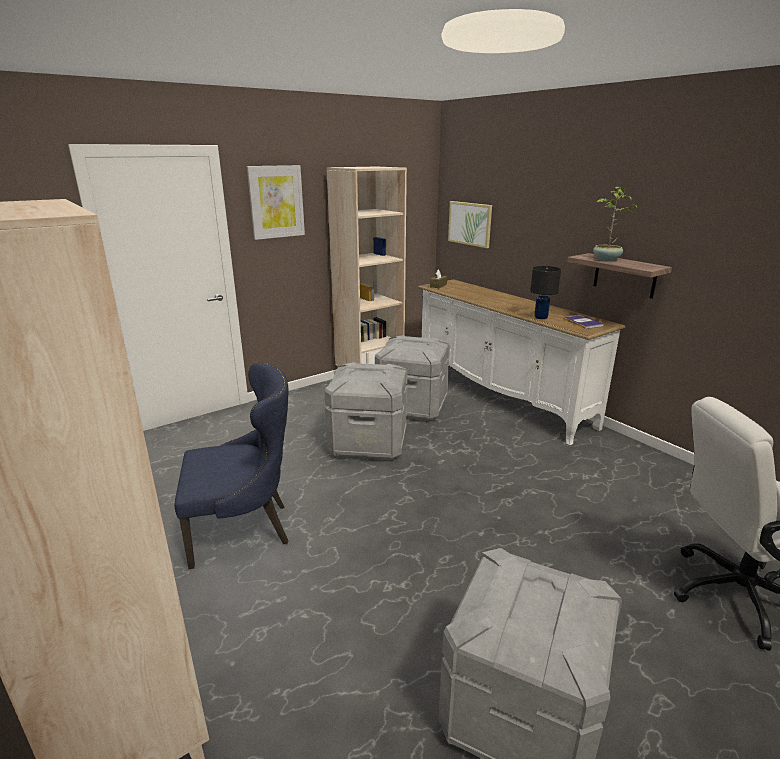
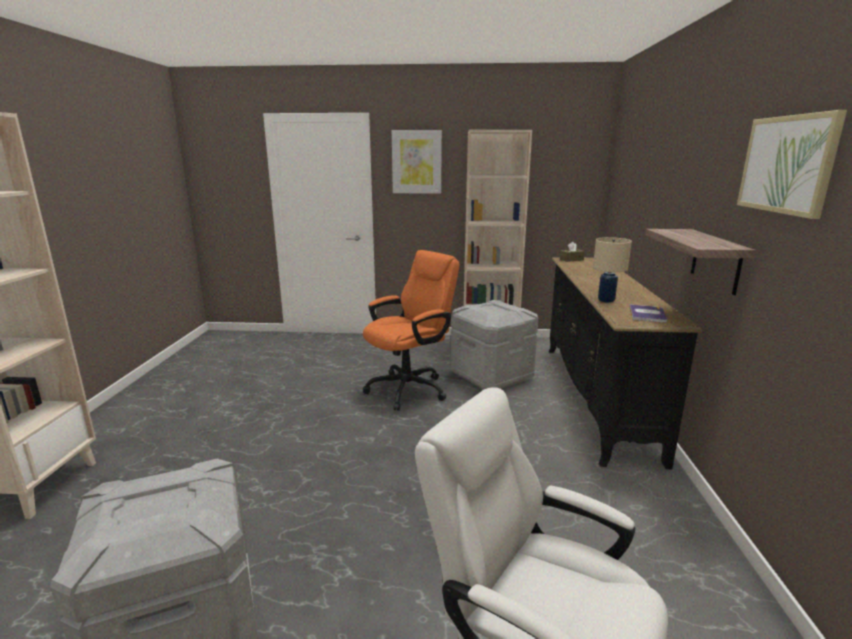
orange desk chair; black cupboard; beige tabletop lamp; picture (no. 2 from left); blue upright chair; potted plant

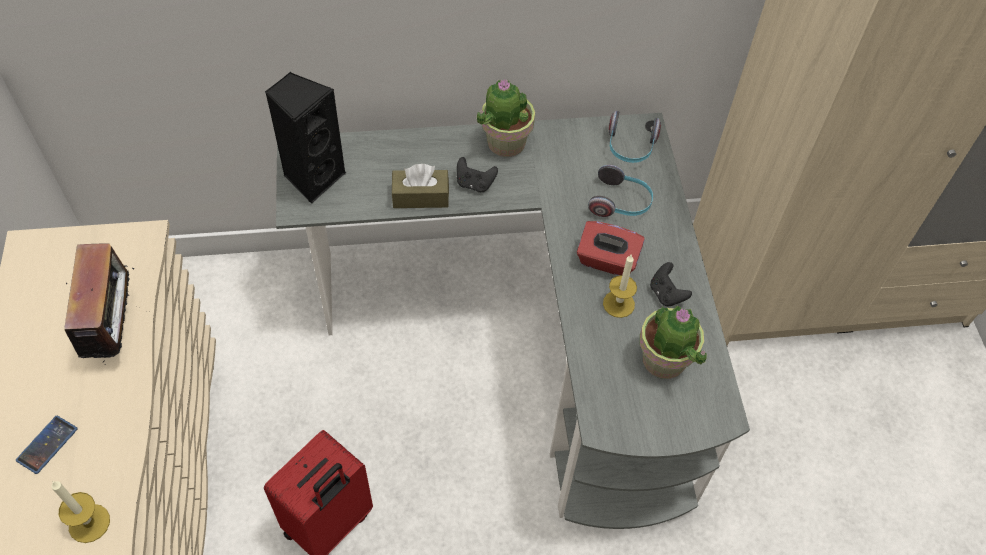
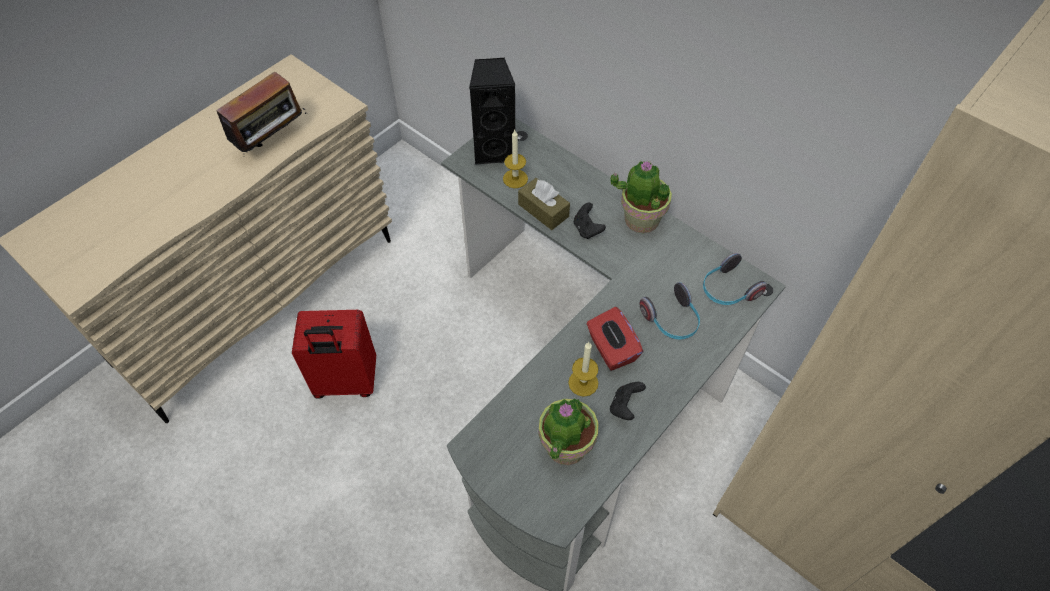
candle (no. 1 from left); handset

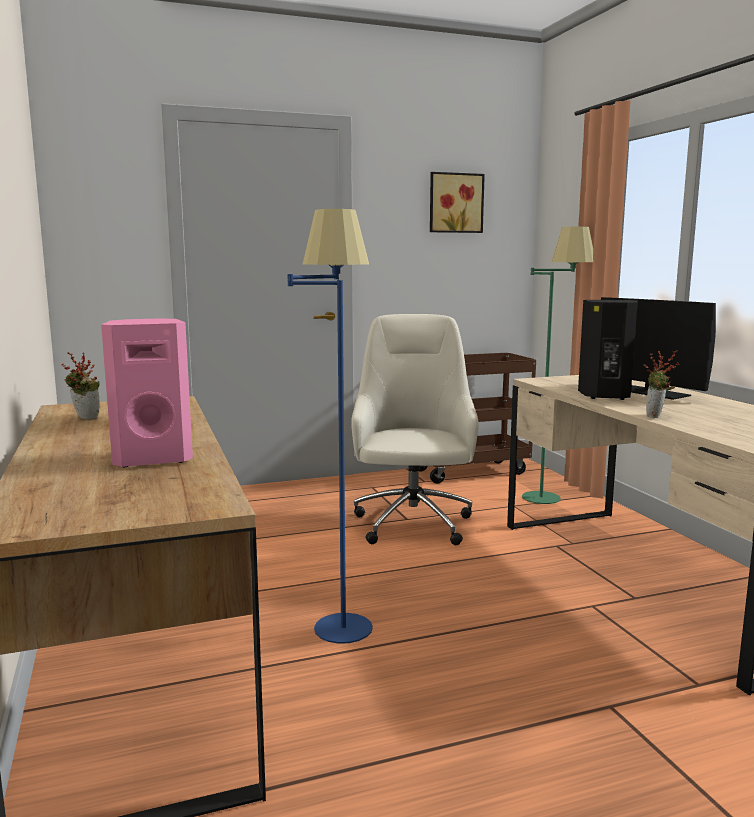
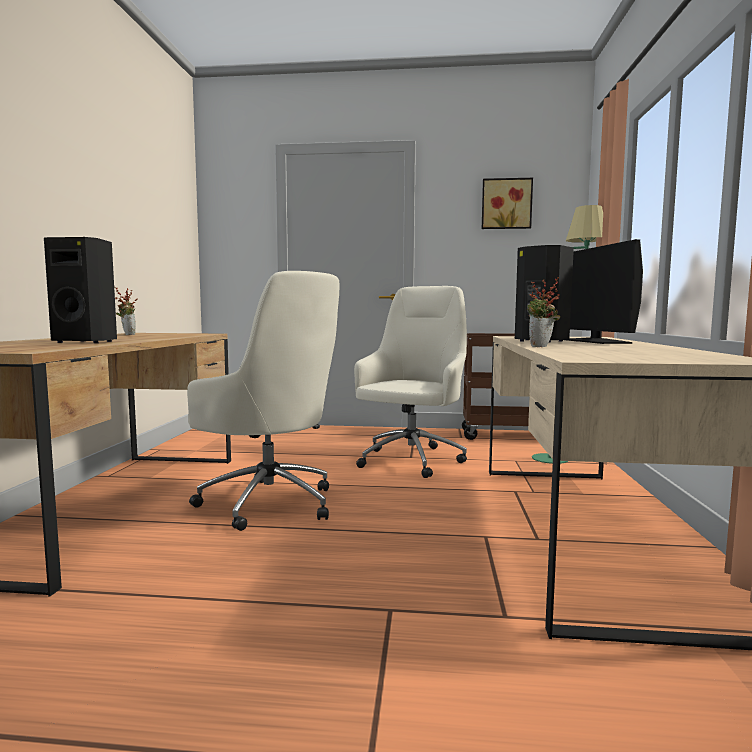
black speaker (no. 1 from left); beige desk chair (no. 1 from left)

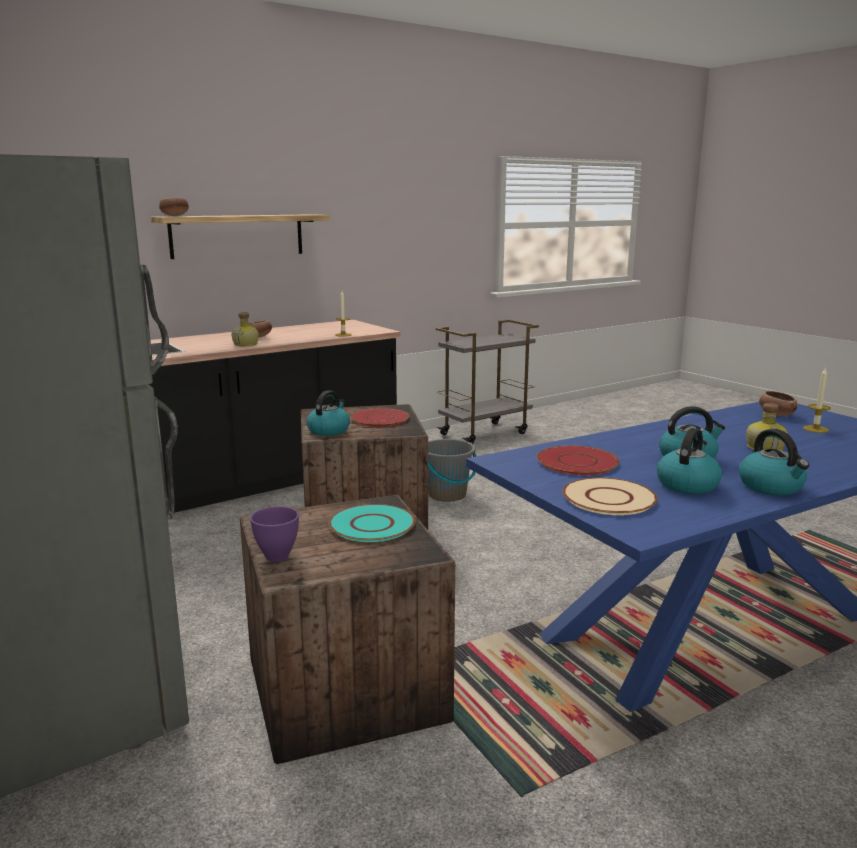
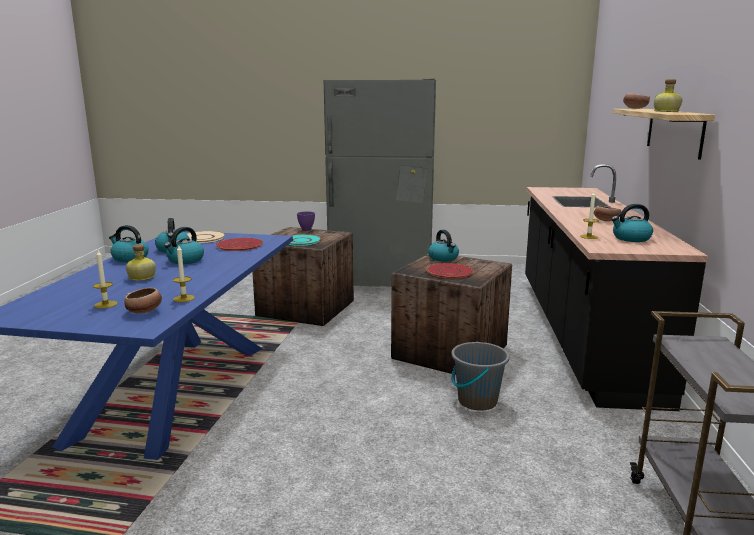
candle (no. 2 from left); tea kettle (no. 5 from left); drink bottle (no. 2 from left)

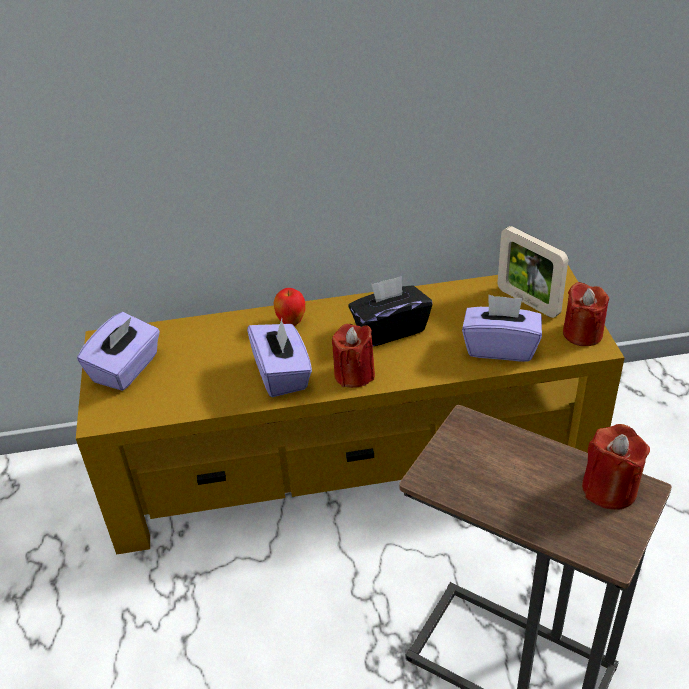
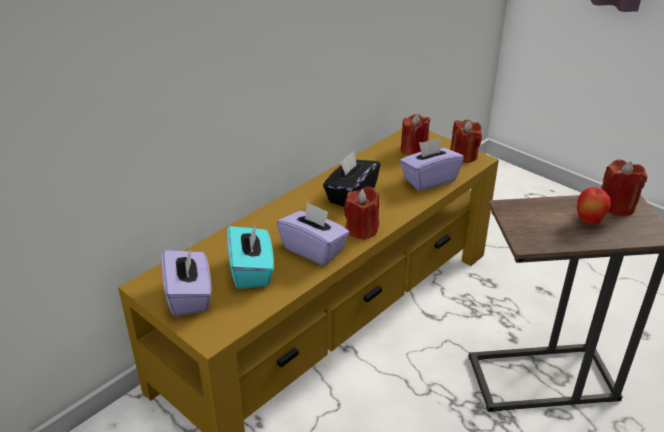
turquoise box of tissues; reddish candle (no. 2 from left); whole apple

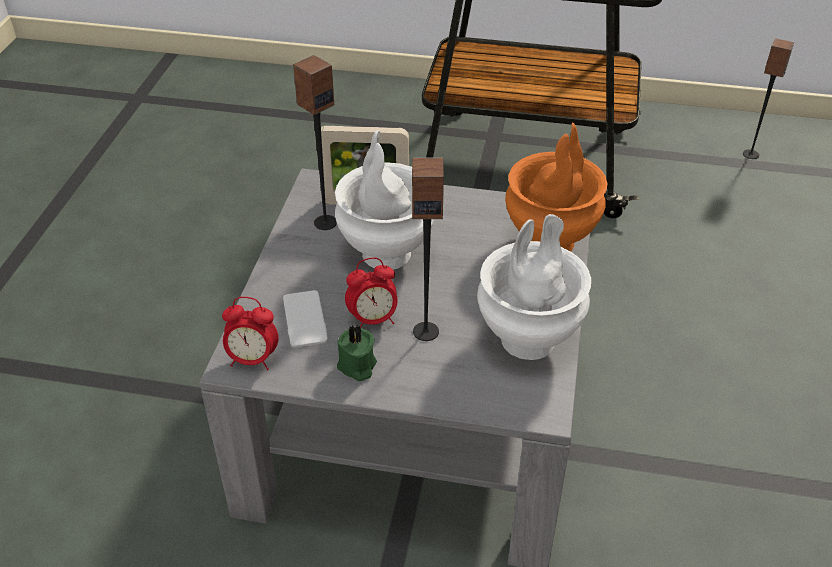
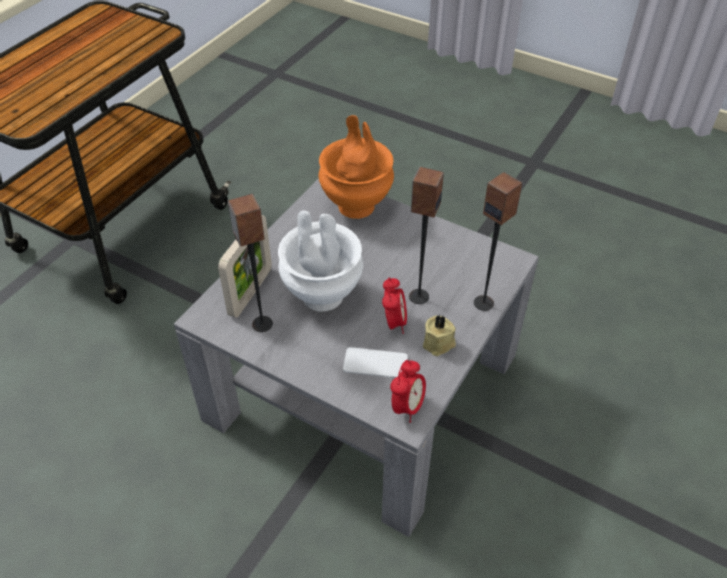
beige candle; speaker (no. 3 from left); white vase (no. 2 from left in the first image)

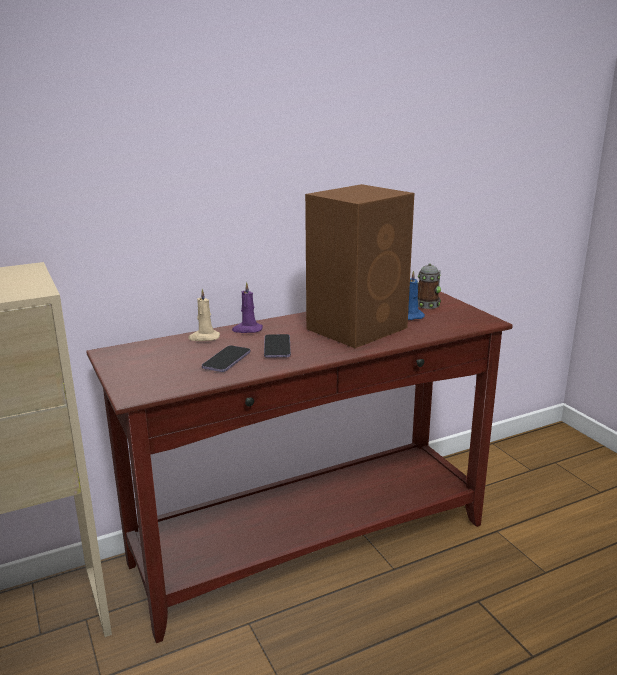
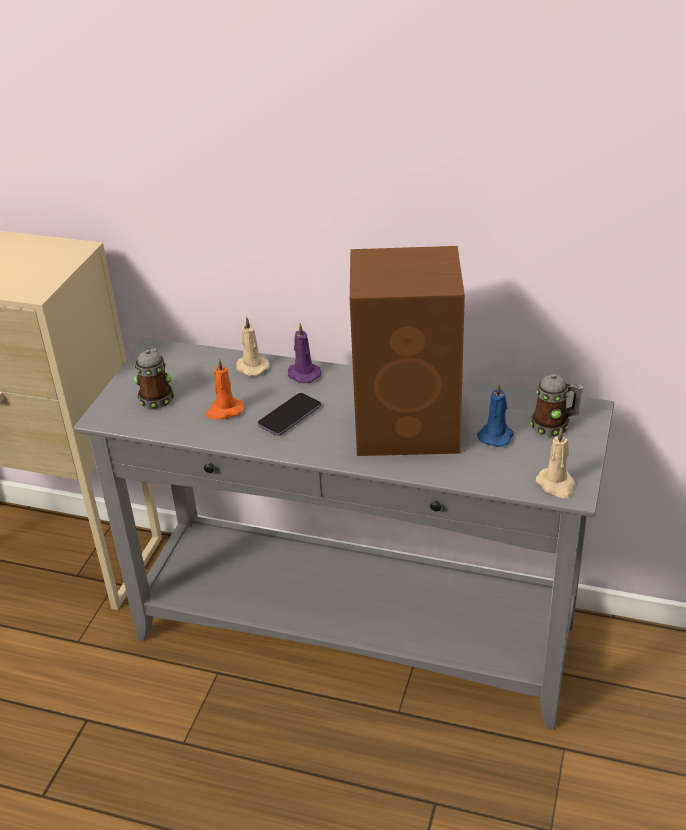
gray hall table; tea mug (no. 1 from left); orange candle; beige candle (no. 2 from left)

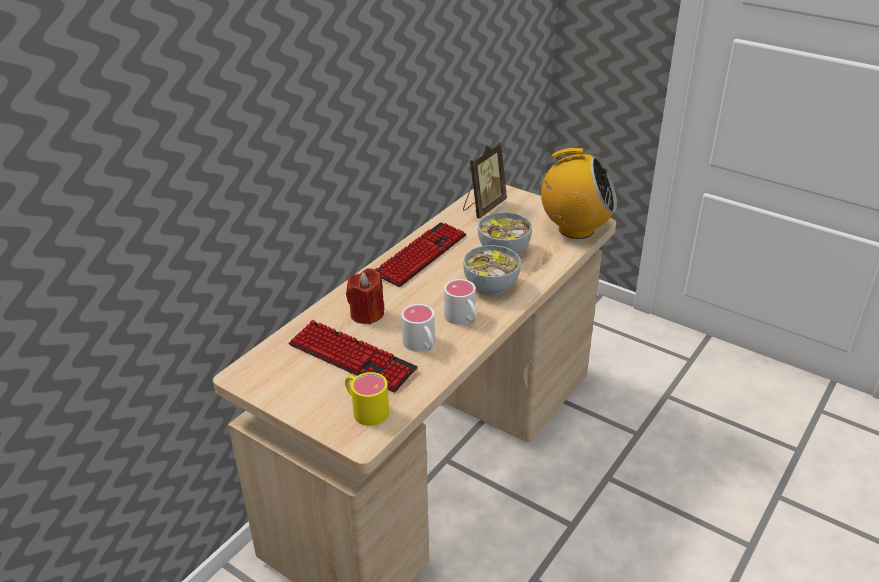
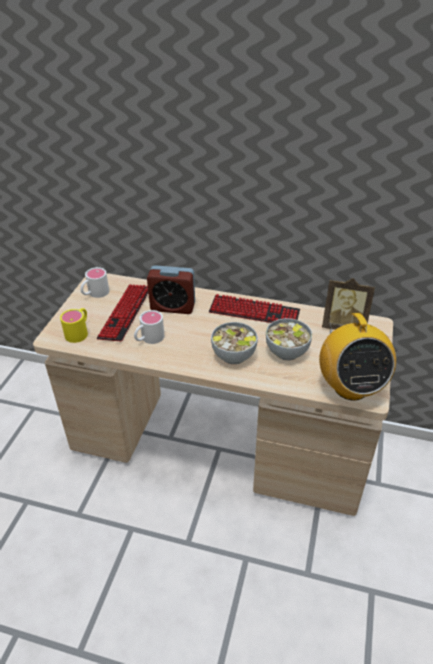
white tea mug (no. 1 from left); alarm clock

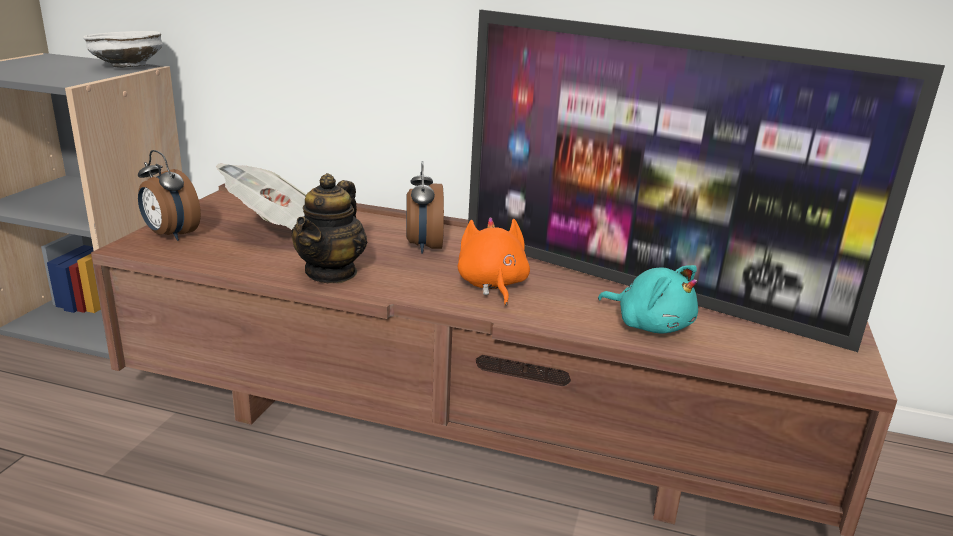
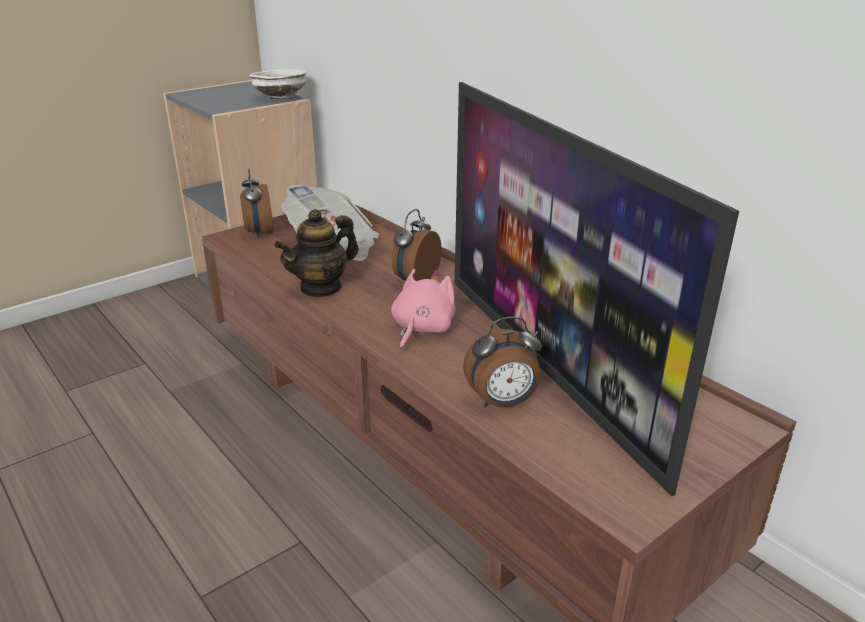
pink soft toy; alarm clock (no. 3 from left)

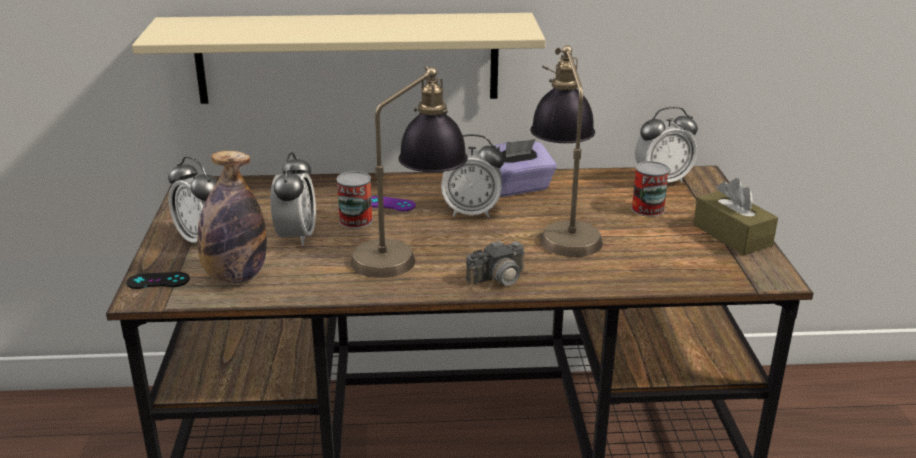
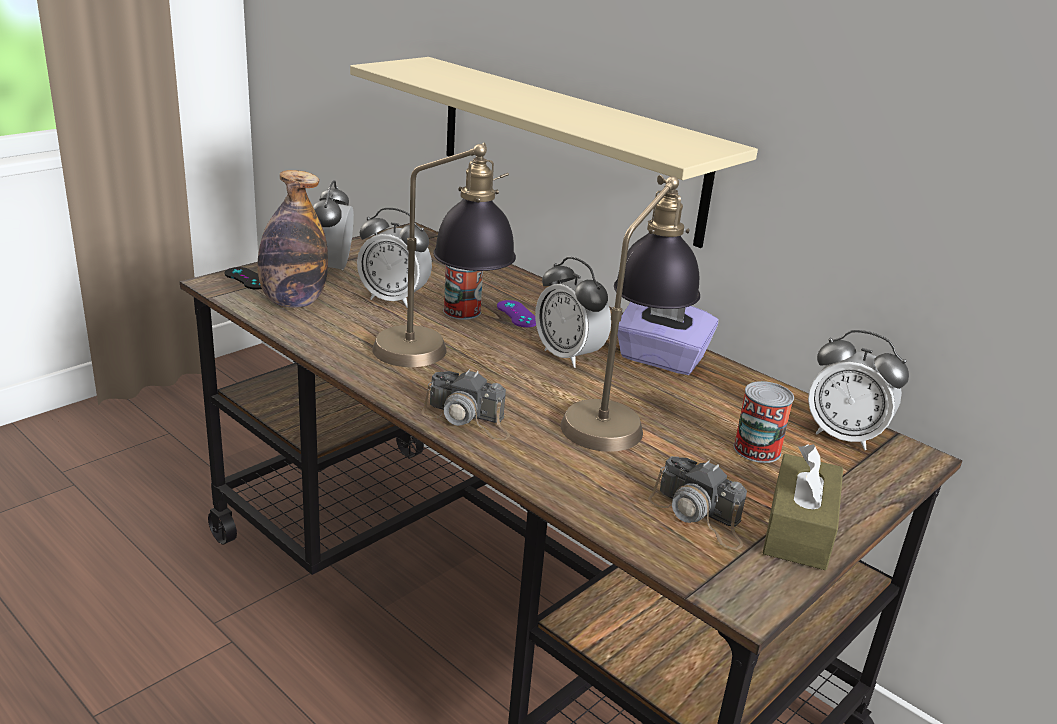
alarm clock (no. 2 from left); photo camera (no. 2 from left)

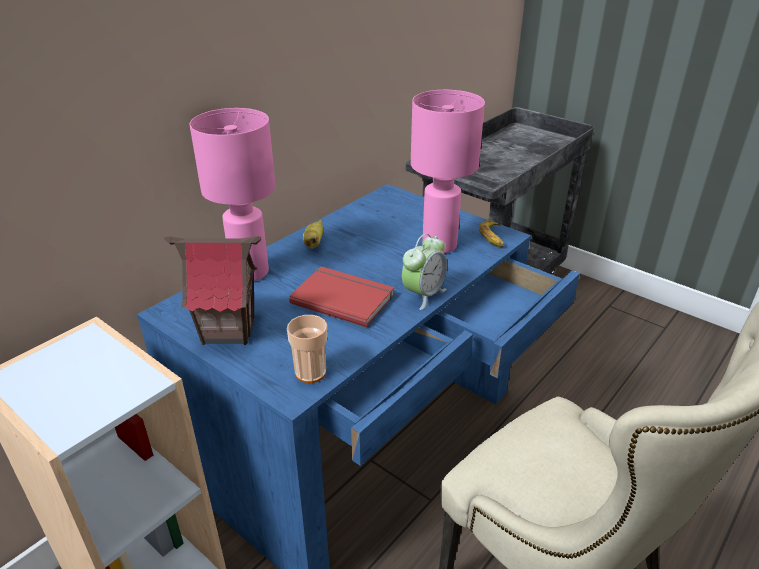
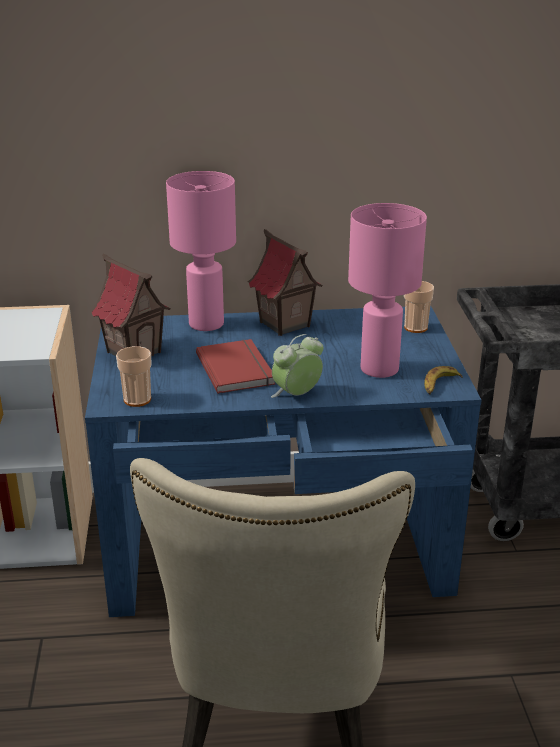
toy house (no. 2 from left); alarm clock; drinking cup (no. 2 from left)

